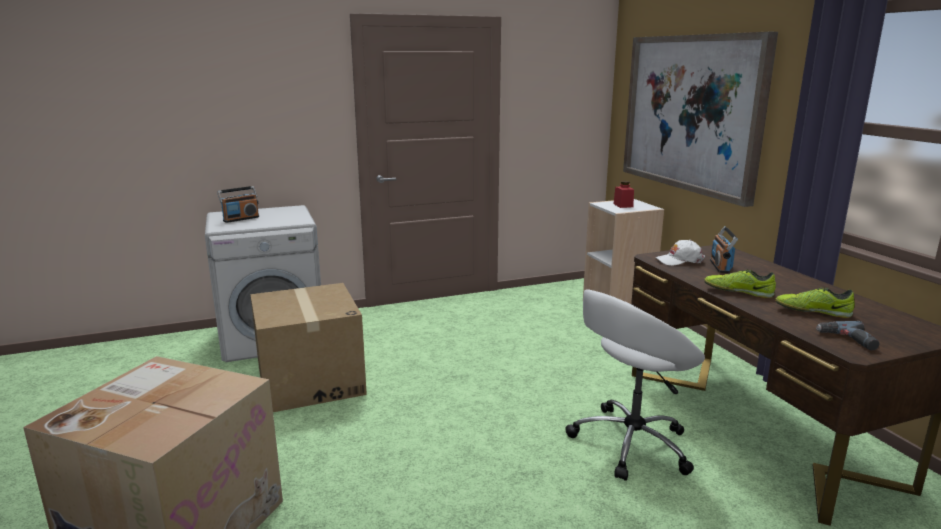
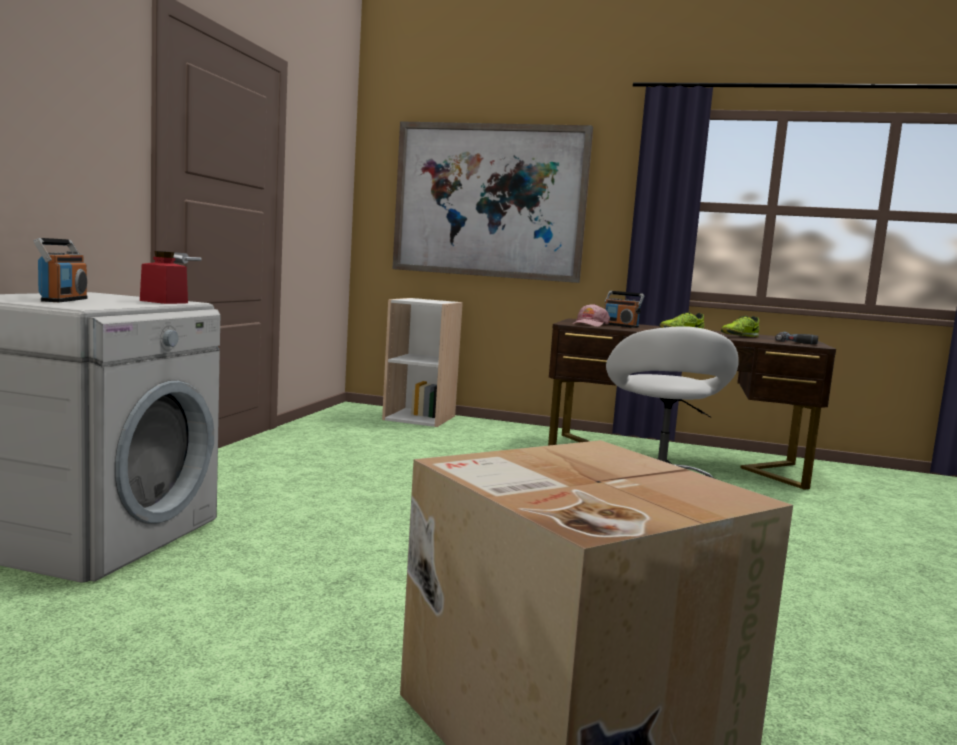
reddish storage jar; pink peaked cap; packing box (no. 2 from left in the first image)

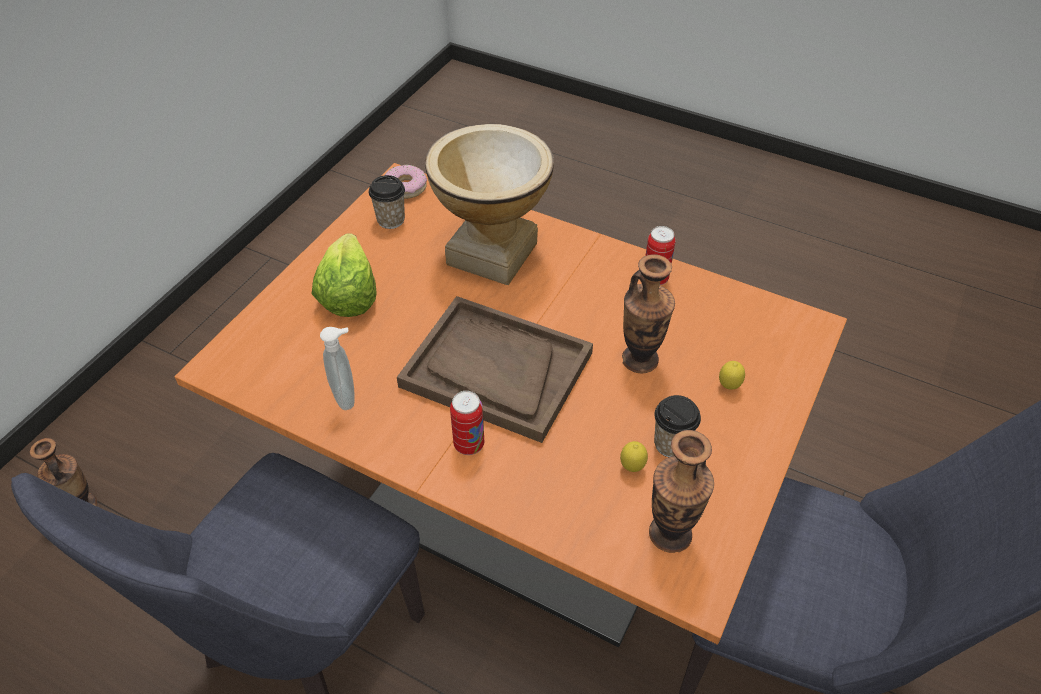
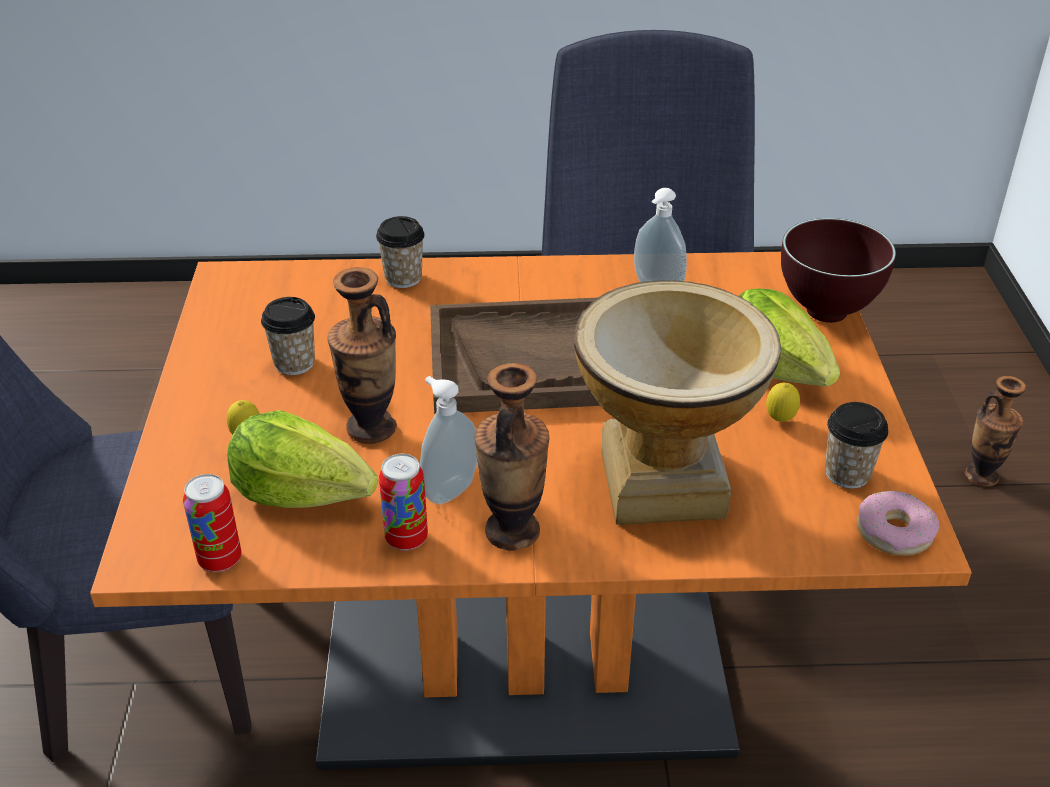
can (no. 1 from left); head of lettuce (no. 1 from left); drinking cup (no. 2 from left); soap bottle (no. 1 from left); vase (no. 2 from left); lemon (no. 2 from left); brown-coloured deep dish

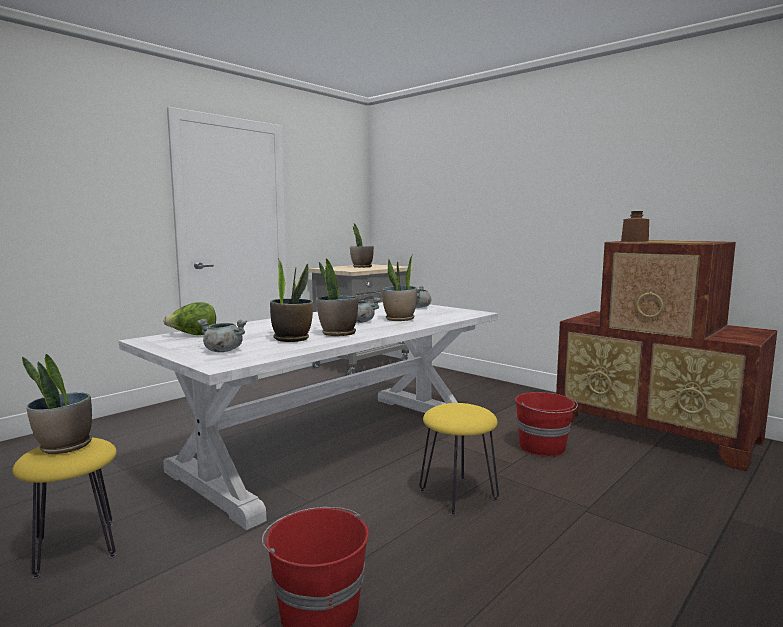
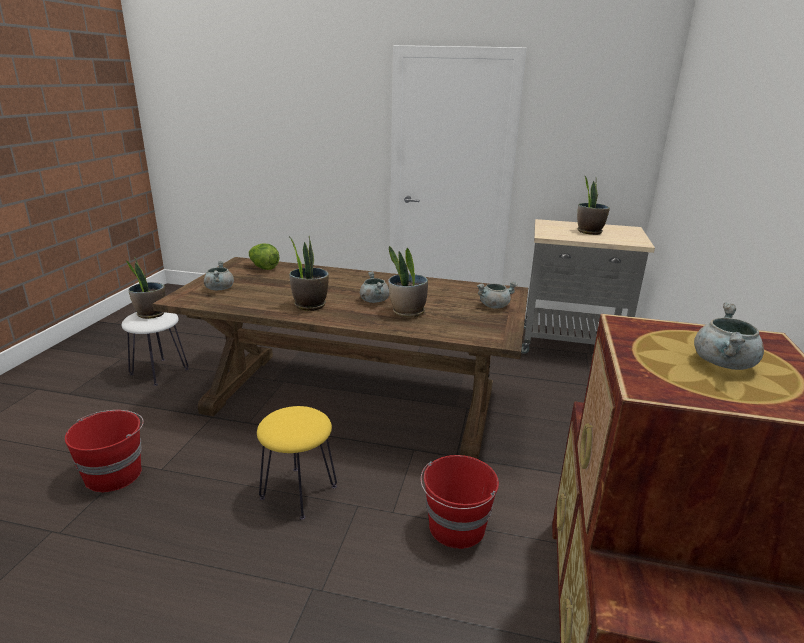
white stool seat; brown-coloured kitchen table; gray cooking pot (no. 4 from left); potted plant (no. 2 from left in the first image); brown-coloured storage jar

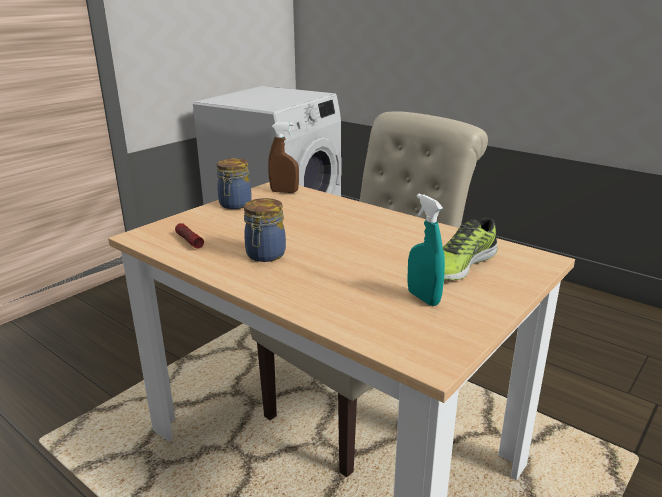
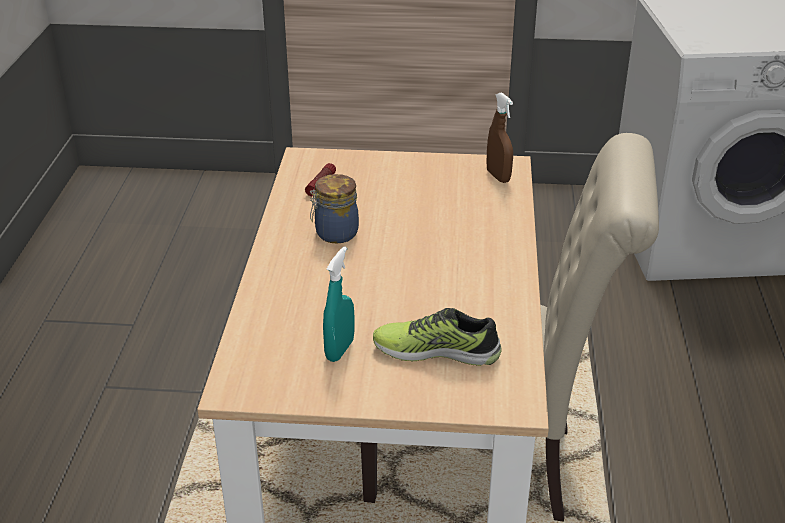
storage jar (no. 1 from left in the first image)

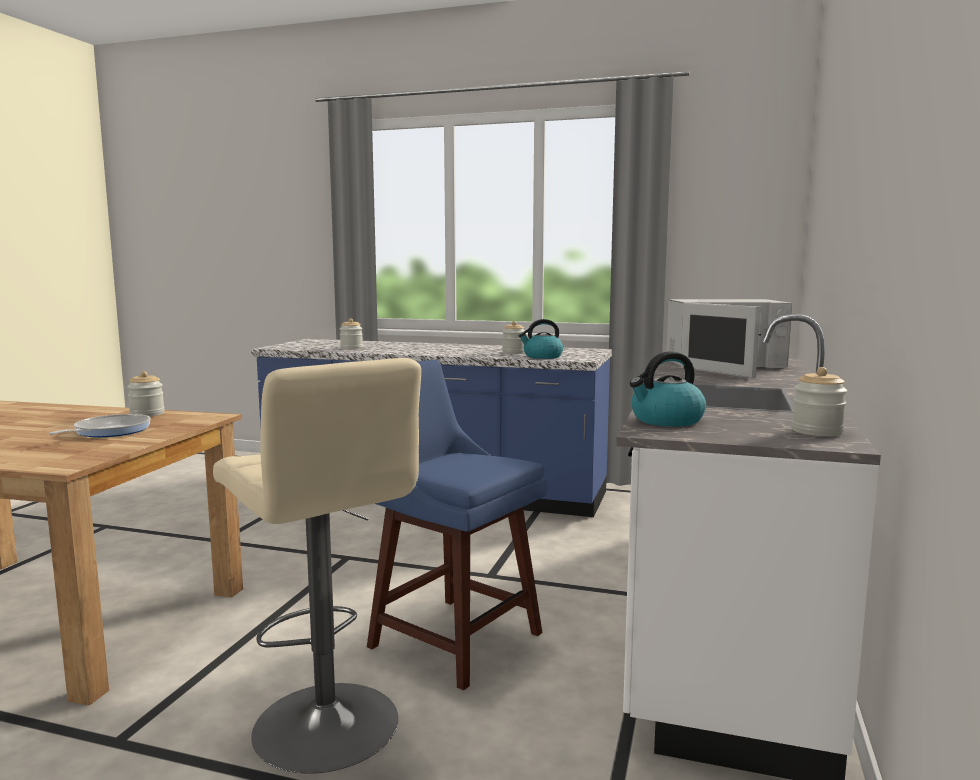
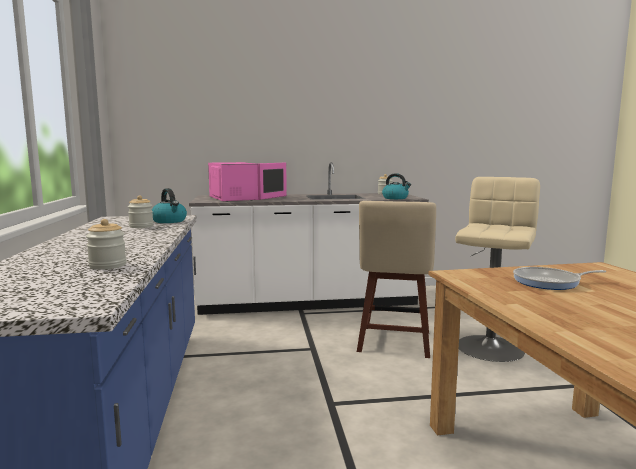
pink kitchen microwave; beige stool seat (no. 1 from left); storage jar (no. 1 from left in the first image)

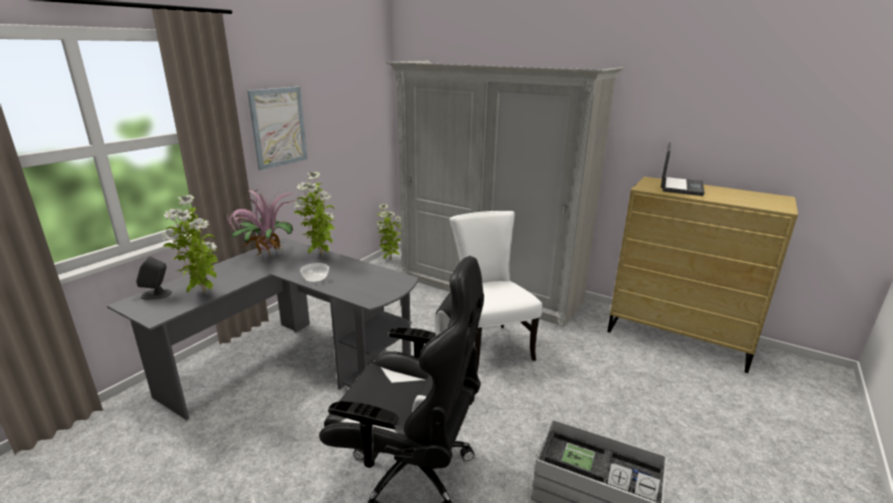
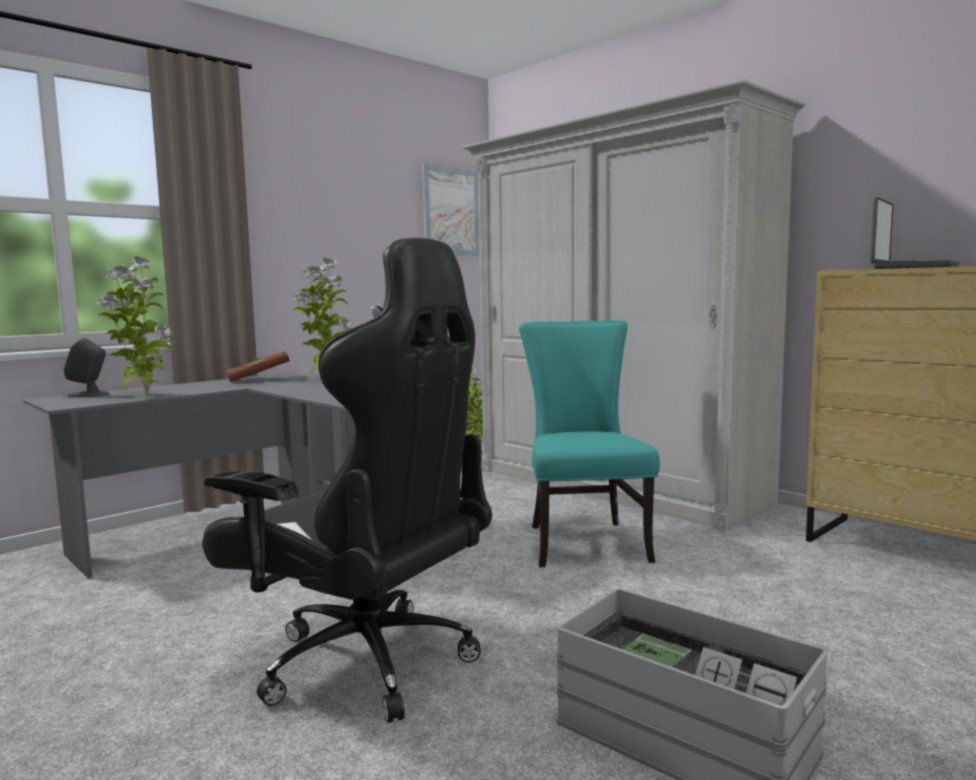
brown-coloured bound book; picture; turquoise upright chair; deep dish

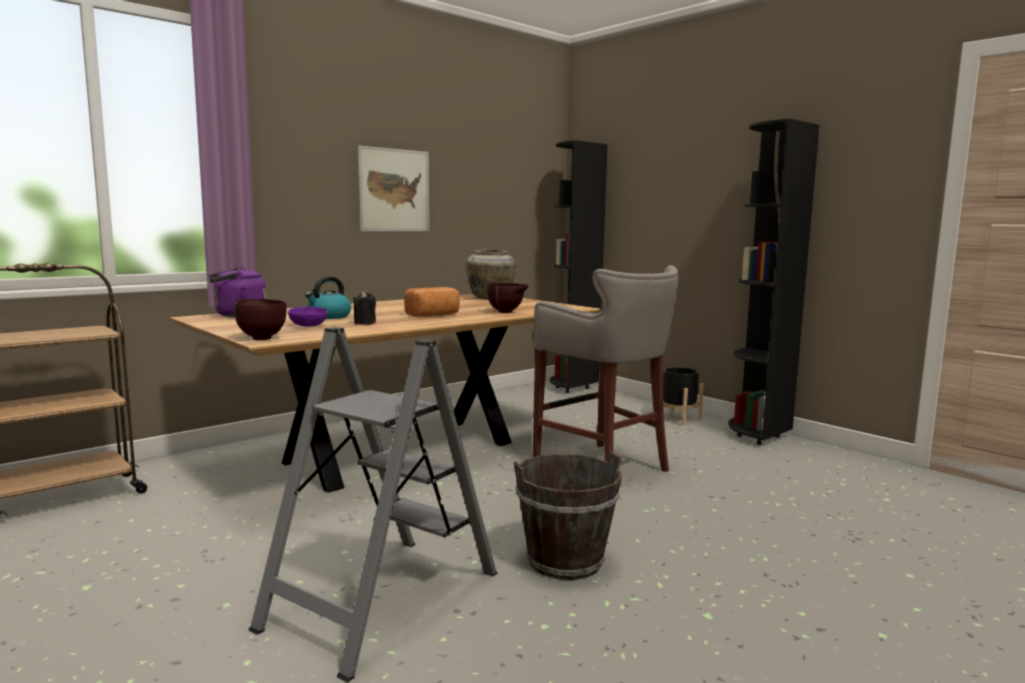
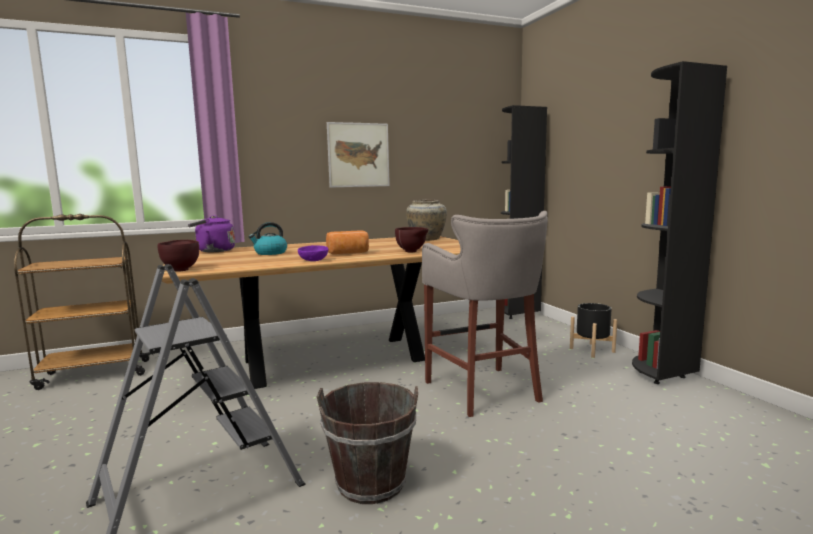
purplish deep dish; black candle

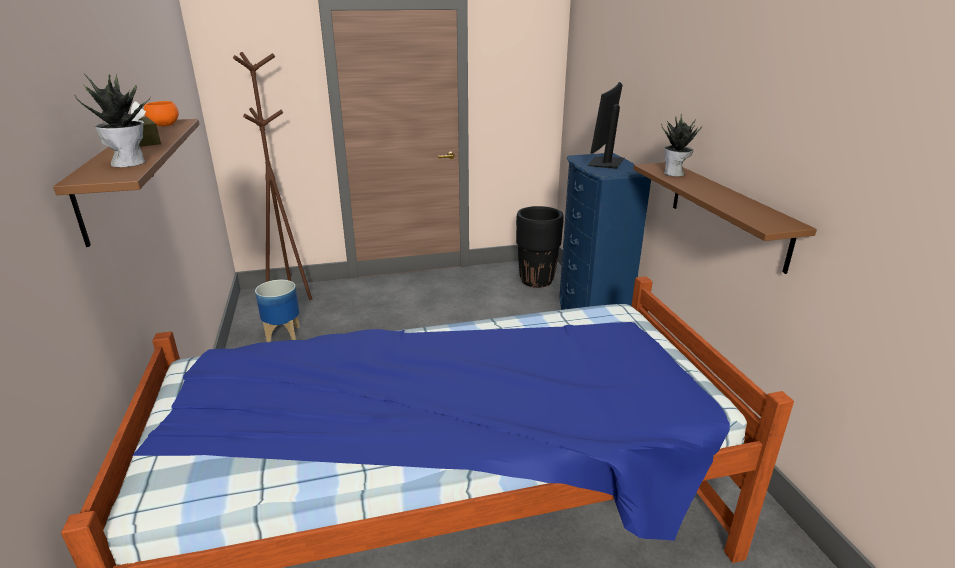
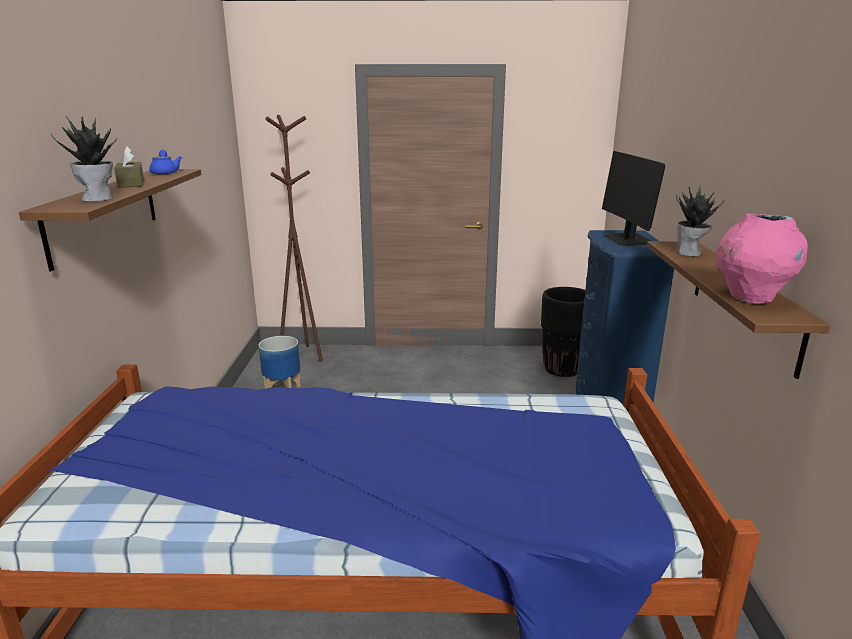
blue pot for tea; computer screen; pink vase

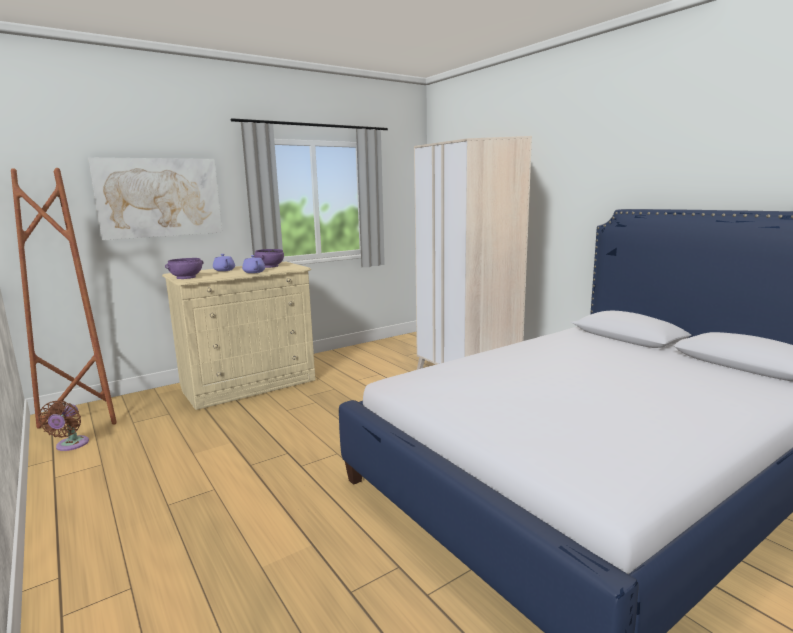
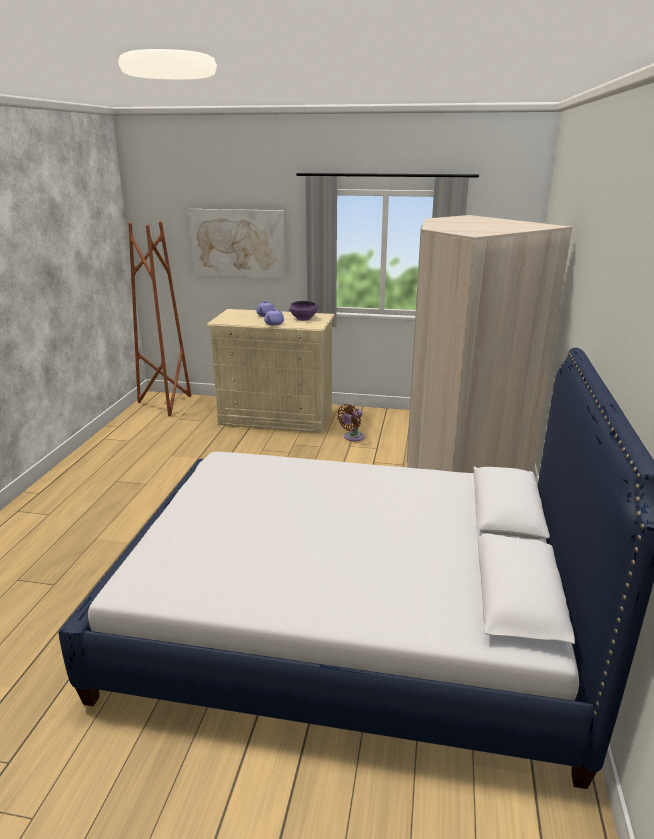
brown-coloured fan; purplish deep dish (no. 1 from left in the first image)

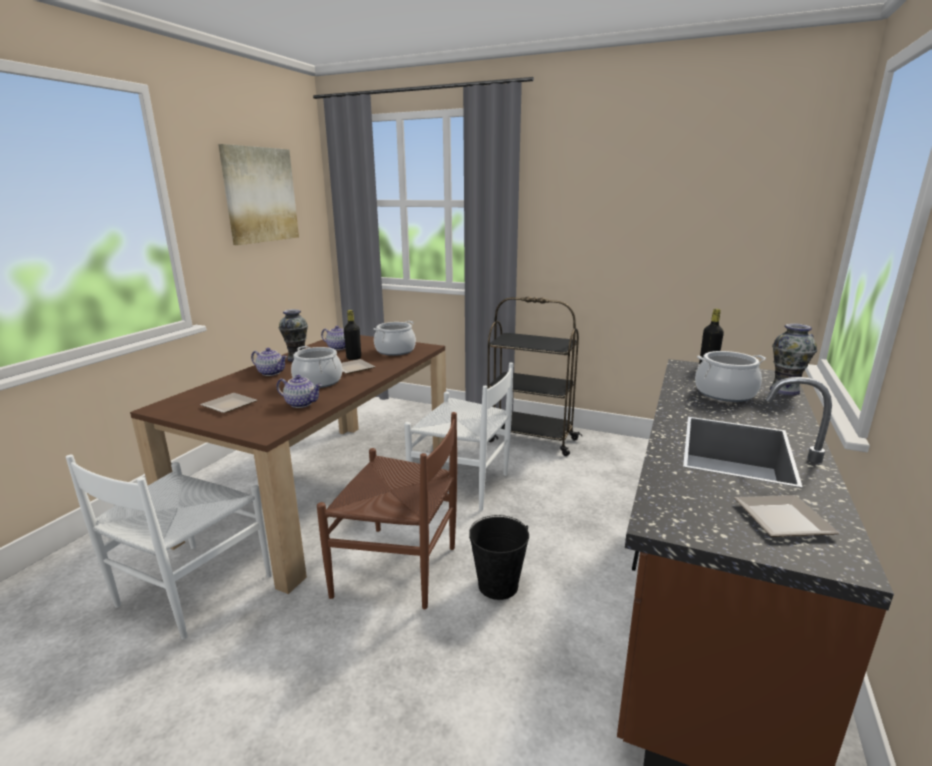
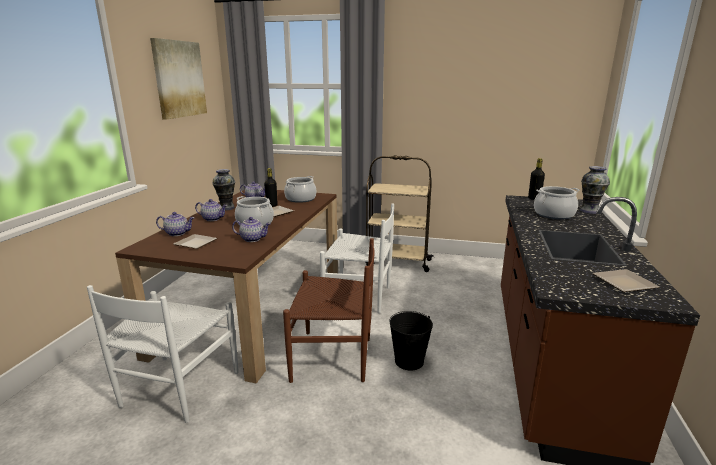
pot for tea (no. 1 from left); beige cart

